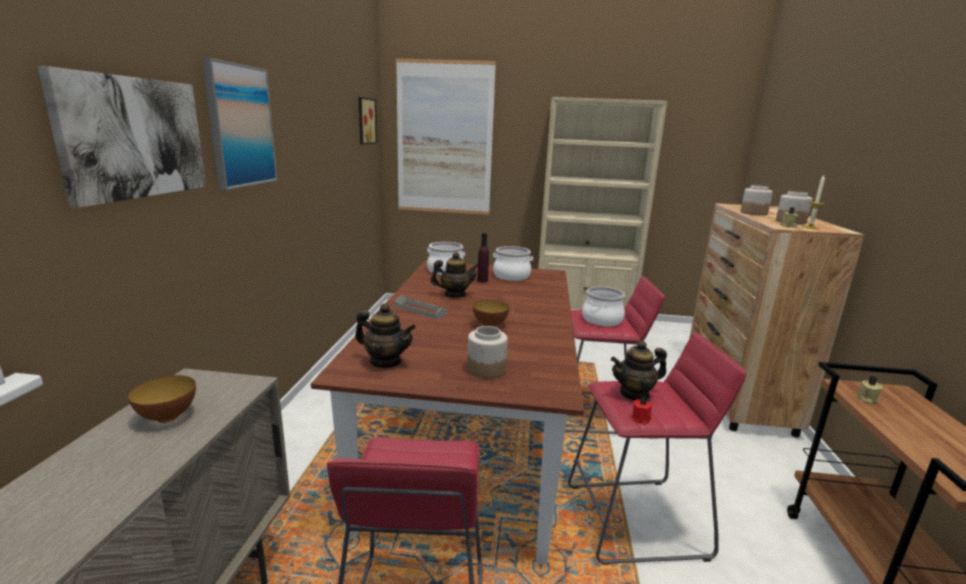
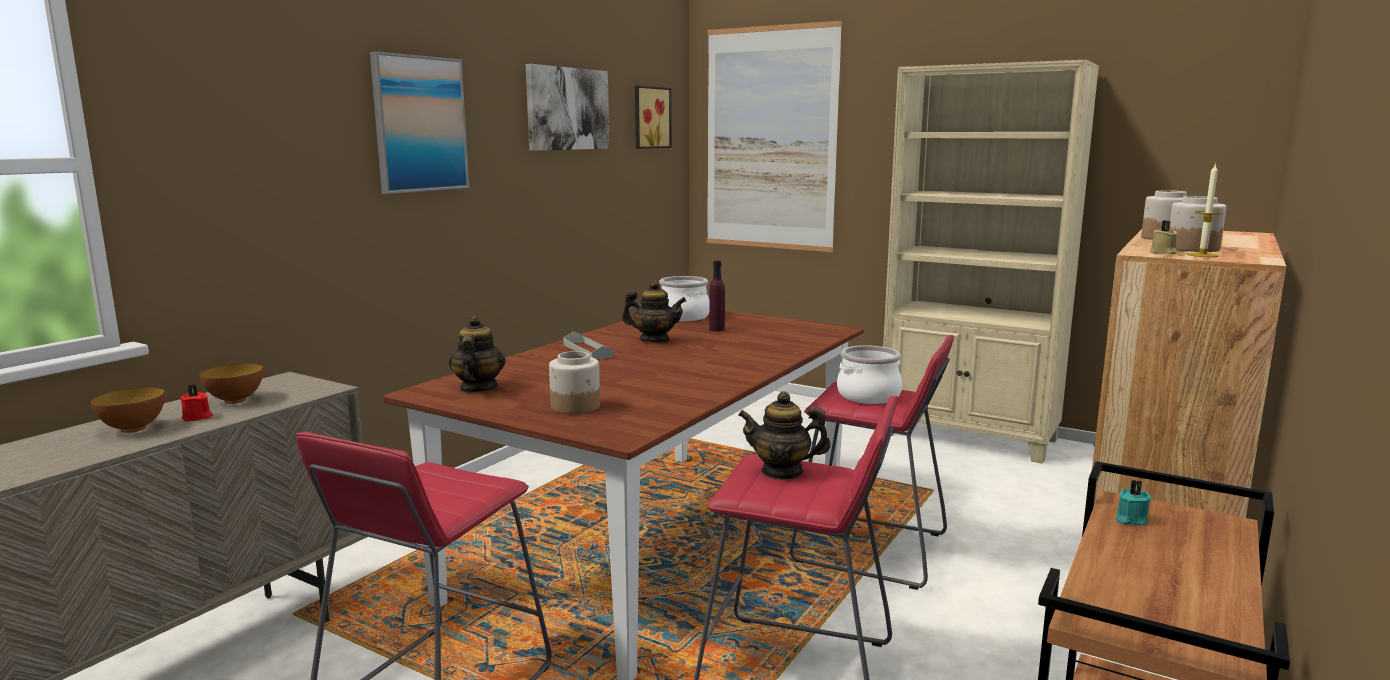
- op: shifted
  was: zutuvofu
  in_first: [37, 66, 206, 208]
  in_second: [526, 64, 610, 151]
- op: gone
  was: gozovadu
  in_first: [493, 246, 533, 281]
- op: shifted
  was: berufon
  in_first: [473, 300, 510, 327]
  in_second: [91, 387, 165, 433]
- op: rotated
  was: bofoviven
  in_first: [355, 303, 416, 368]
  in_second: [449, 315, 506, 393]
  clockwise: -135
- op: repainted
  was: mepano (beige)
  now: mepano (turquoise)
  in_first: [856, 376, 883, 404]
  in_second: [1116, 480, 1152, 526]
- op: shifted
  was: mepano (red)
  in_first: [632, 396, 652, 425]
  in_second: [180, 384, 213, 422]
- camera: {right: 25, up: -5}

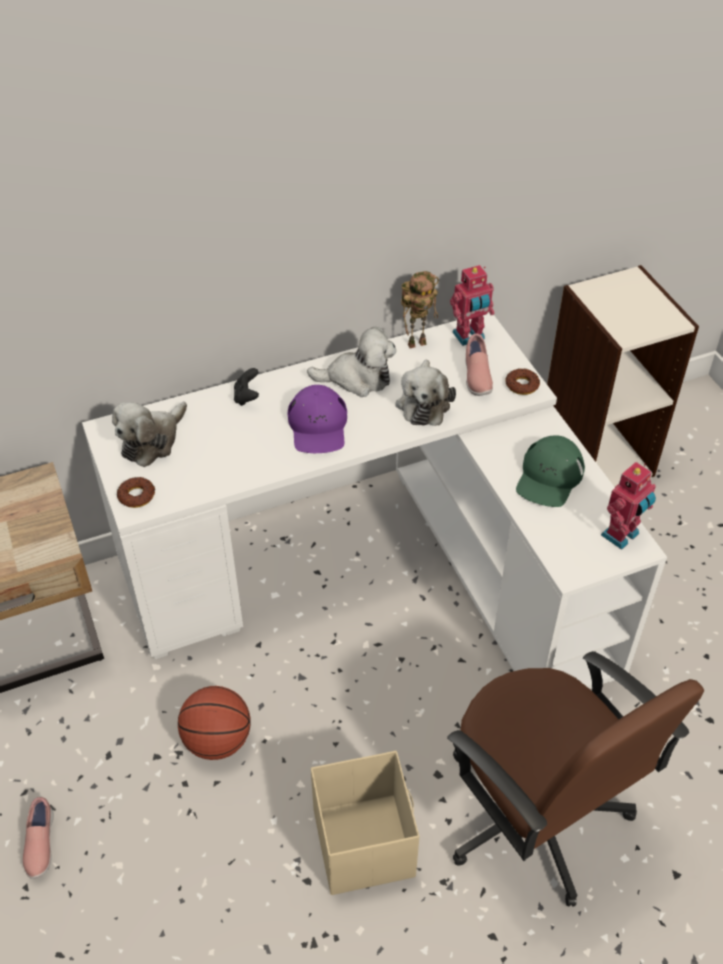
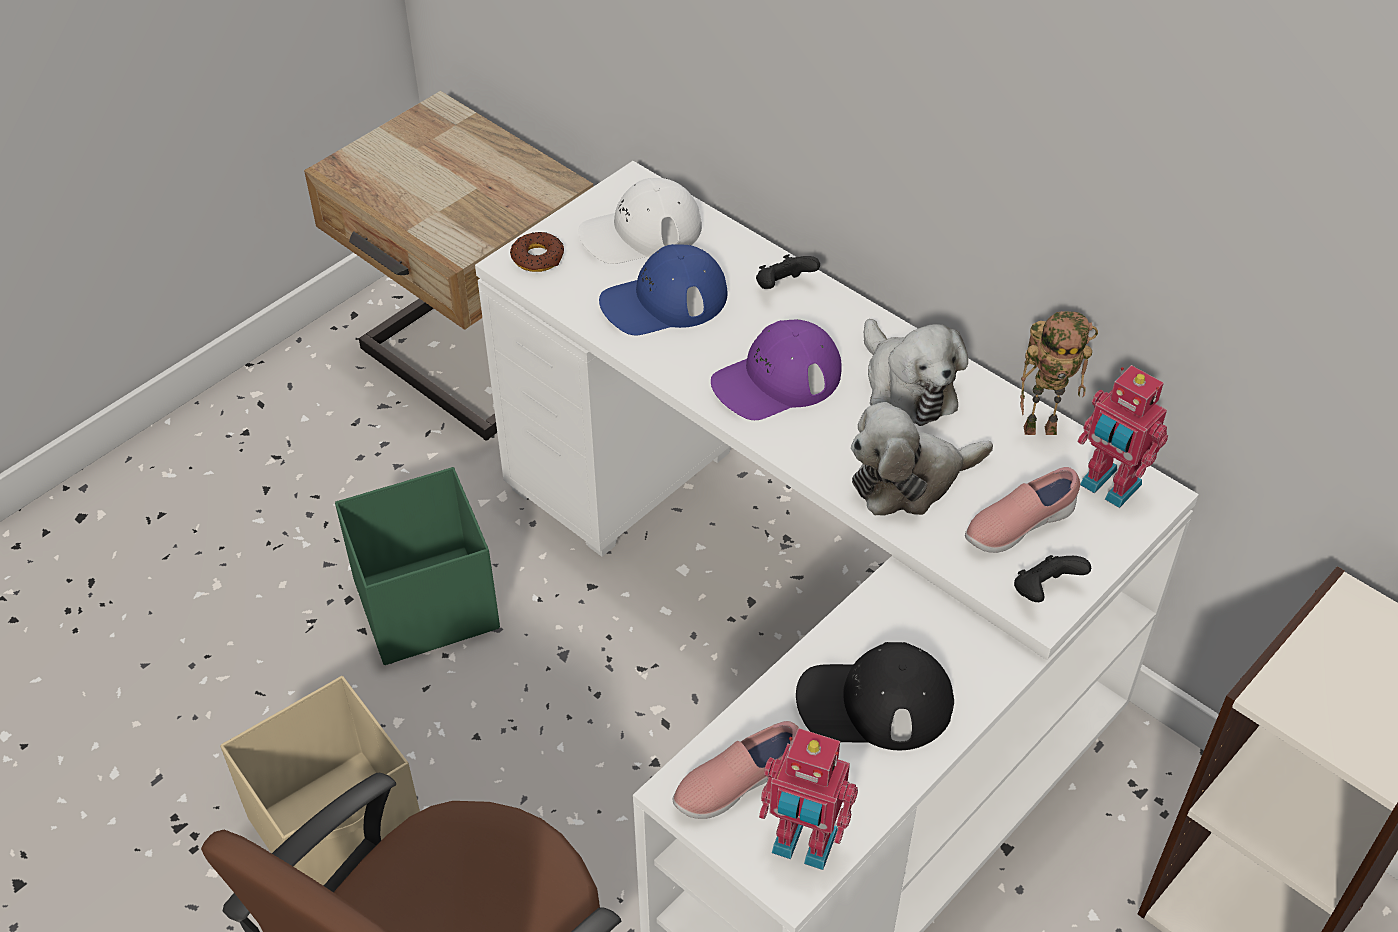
- op: rotated
  was: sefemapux
  in_first: [401, 271, 439, 348]
  in_second: [1020, 311, 1098, 435]
  clockwise: -45
- op: swapped
  was: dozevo
  now: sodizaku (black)
  in_first: [506, 369, 540, 395]
  in_second: [1014, 555, 1091, 602]
- op: swapped
  was: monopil
  now: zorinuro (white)
  in_first: [112, 401, 187, 467]
  in_second: [578, 178, 702, 264]
- op: repainted
  was: zorinuro (green)
  now: zorinuro (black)
  in_first: [516, 435, 585, 507]
  in_second: [796, 642, 954, 750]
- op: swapped
  was: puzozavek
  now: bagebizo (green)
  in_first: [178, 686, 251, 760]
  in_second: [335, 467, 500, 665]
- op: shifted
  was: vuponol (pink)
  in_first: [23, 797, 54, 879]
  in_second: [673, 721, 799, 819]
- op: new
  now: zorinuro (blue)
  in_second: [599, 244, 727, 335]
- camera: {right: 65, up: 0}

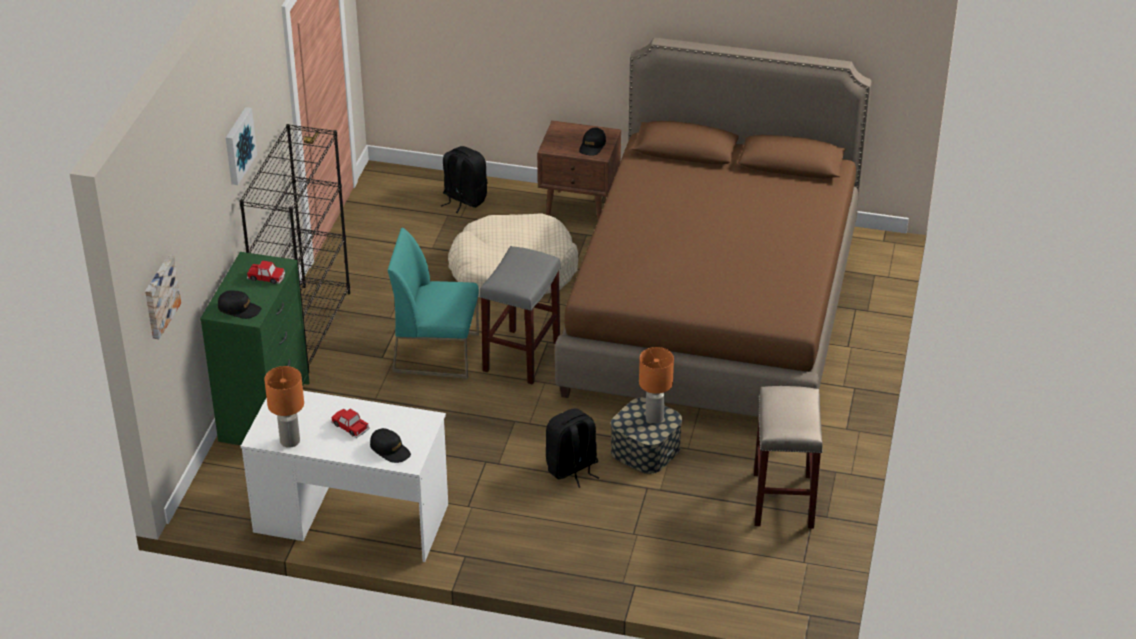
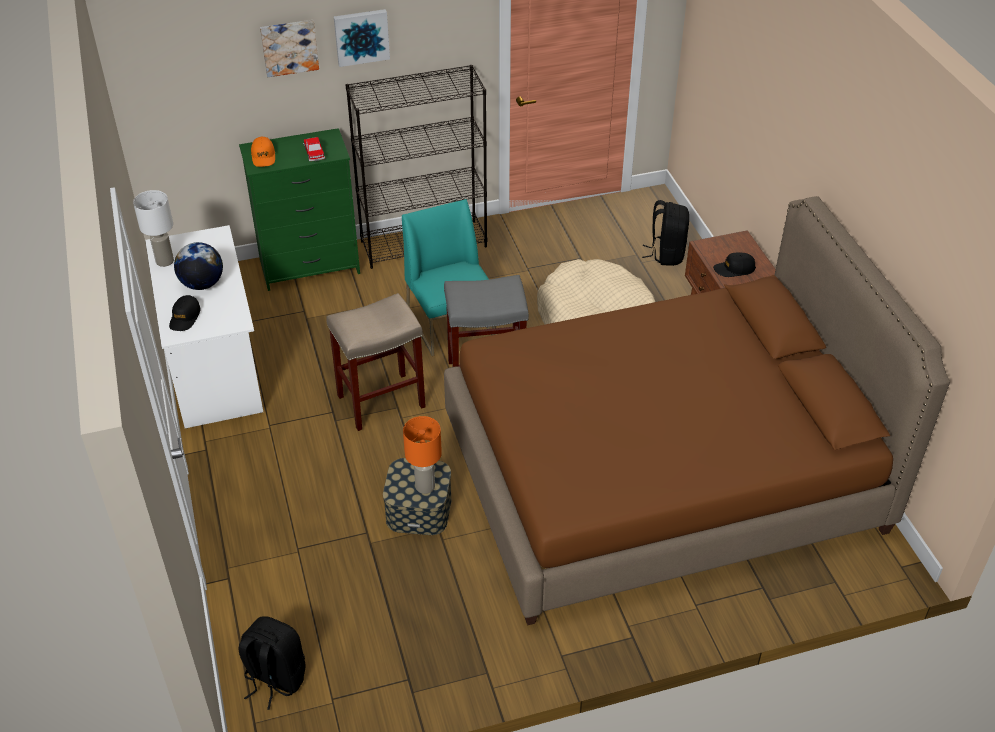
- op: shifted
  was: zutuvofu
  in_first: [145, 255, 181, 339]
  in_second: [260, 20, 319, 77]
- op: repainted
  was: zorinuro (black)
  now: zorinuro (orange)
  in_first: [218, 290, 262, 319]
  in_second: [251, 137, 275, 167]
- op: repainted
  was: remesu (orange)
  now: remesu (white)
  in_first: [264, 366, 304, 448]
  in_second: [133, 190, 174, 267]
- op: shifted
  was: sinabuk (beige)
  in_first: [754, 386, 823, 528]
  in_second: [326, 293, 426, 431]
- op: shifted
  was: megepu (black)
  in_first: [546, 408, 600, 488]
  in_second: [238, 616, 306, 710]
- op: swapped
  was: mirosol
  now: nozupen
  in_first: [331, 409, 370, 438]
  in_second: [174, 242, 223, 290]
- camera: {right: 60, up: 5}

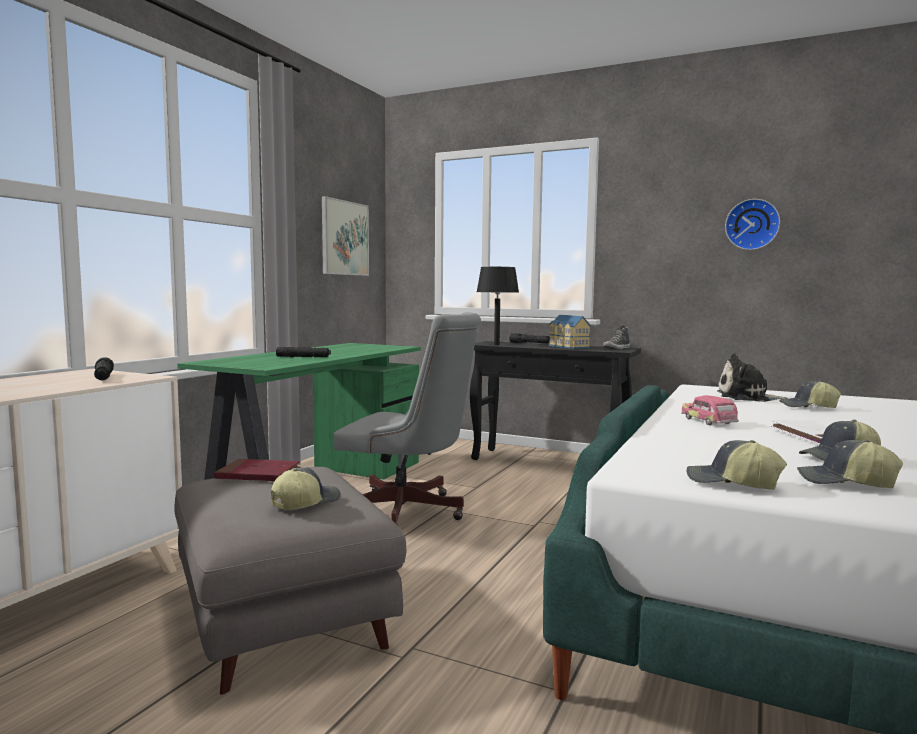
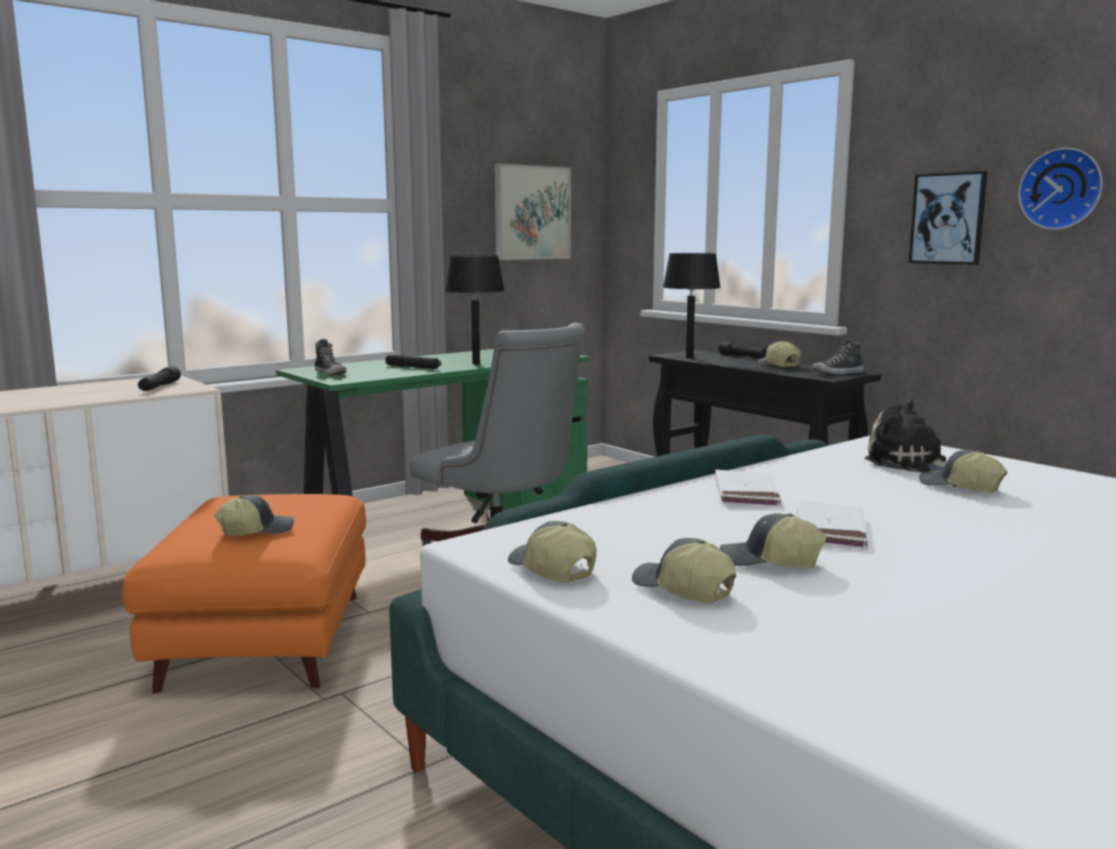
- op: swapped
  was: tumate
  now: zorinuro
  in_first: [549, 315, 591, 349]
  in_second: [758, 341, 801, 367]
- op: swapped
  was: mirosol
  now: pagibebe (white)
  in_first: [681, 395, 739, 426]
  in_second: [714, 470, 782, 507]
- op: gone
  was: pagibebe (red)
  in_first: [214, 459, 300, 481]
- op: repainted
  was: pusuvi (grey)
  now: pusuvi (orange)
  in_first: [174, 467, 406, 695]
  in_second: [122, 494, 366, 693]
- op: new
  now: zutuvofu
  in_second: [909, 171, 988, 265]
- op: new
  now: remesu (black)
  in_second: [445, 255, 505, 365]
- op: new
  now: vuponol
  in_second: [314, 339, 347, 375]
- camera: {right: 25, up: 5}

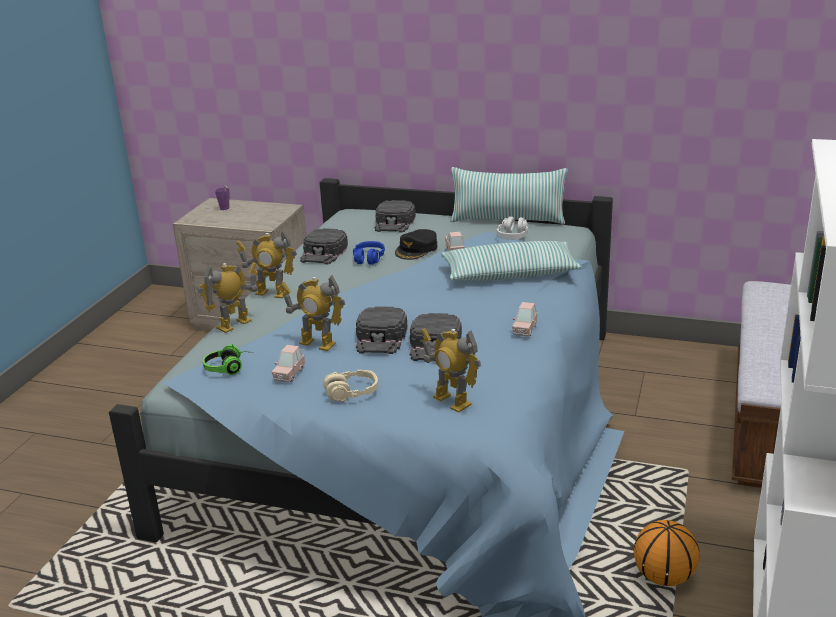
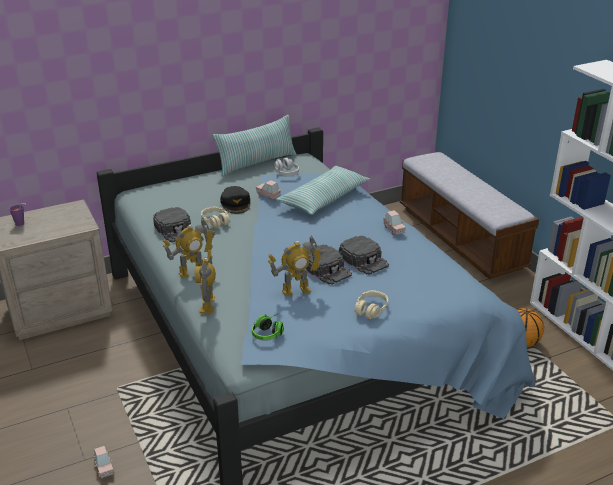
- op: gone
  was: zorinuro (black)
  in_first: [374, 200, 416, 233]
- op: repainted
  was: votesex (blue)
  now: votesex (beige)
  in_first: [353, 241, 385, 265]
  in_second: [201, 207, 230, 228]
- op: gone
  was: sefemapux
  in_first: [421, 328, 481, 413]
- op: shifted
  was: mirosol (pink)
  in_first: [272, 345, 305, 383]
  in_second: [93, 446, 114, 478]
- camera: {right: -45, up: 5}

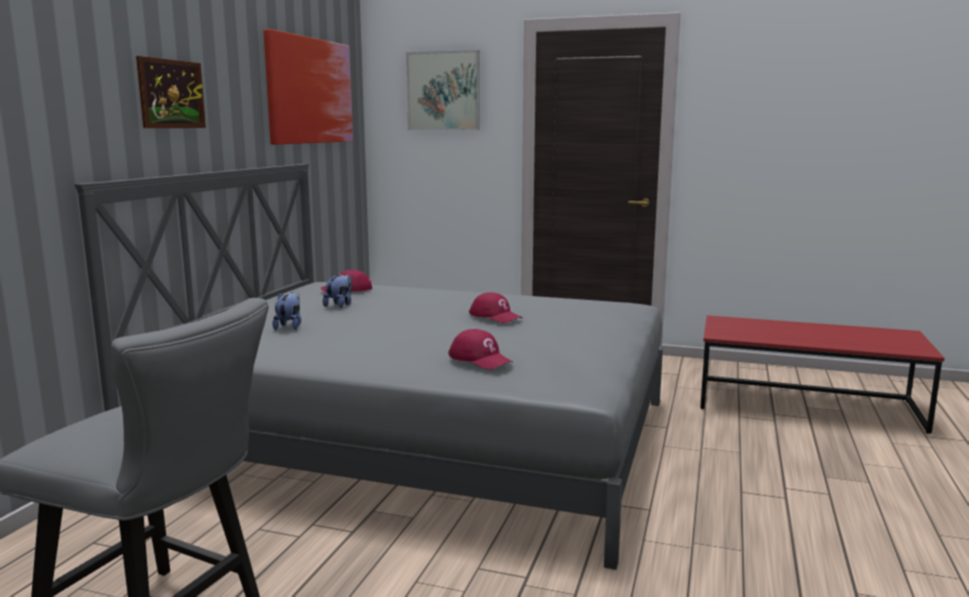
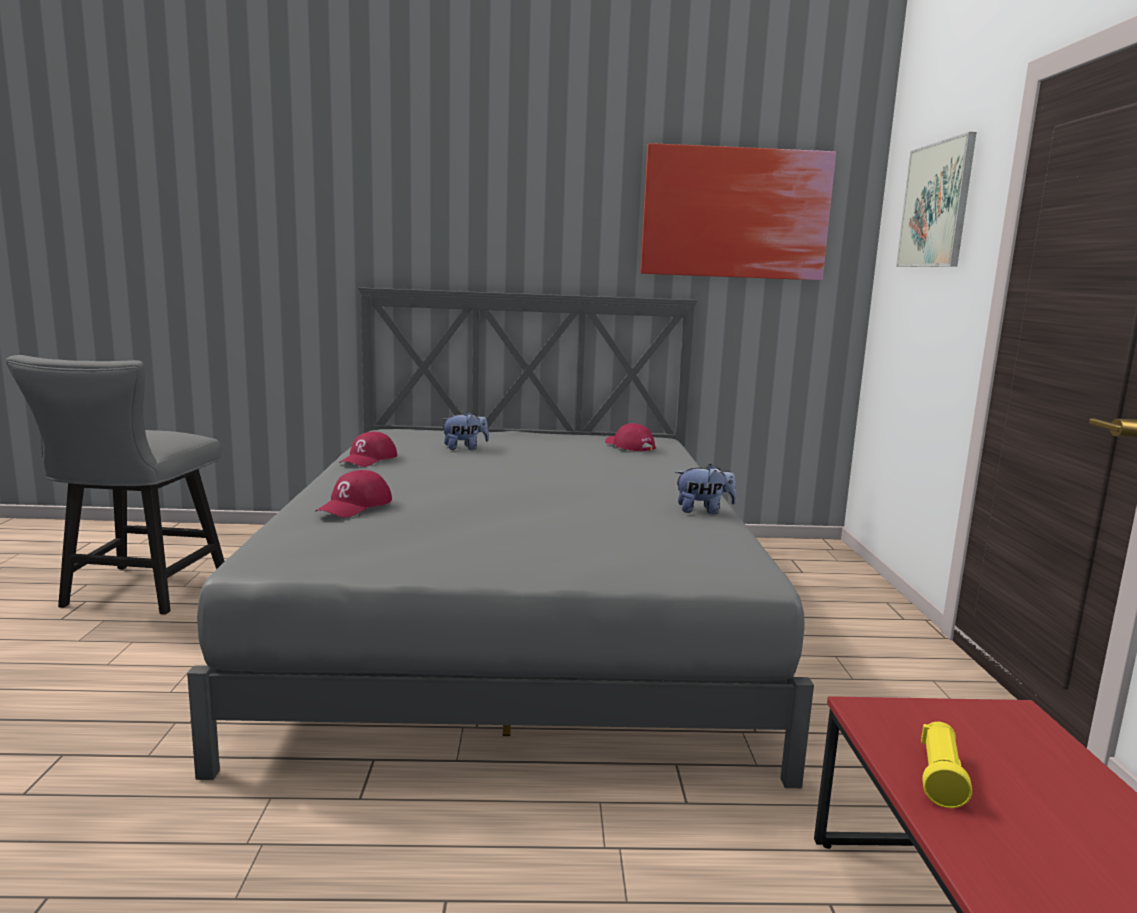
- op: gone
  was: zutuvofu
  in_first: [136, 56, 206, 128]
- op: shifted
  was: monopil
  in_first: [323, 274, 352, 308]
  in_second: [675, 464, 737, 514]
- op: shifted
  was: zorinuro (red)
  in_first: [469, 292, 522, 323]
  in_second: [339, 432, 397, 467]
- op: new
  now: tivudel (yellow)
  in_second: [921, 722, 972, 808]
- camera: {right: 70, up: 0}

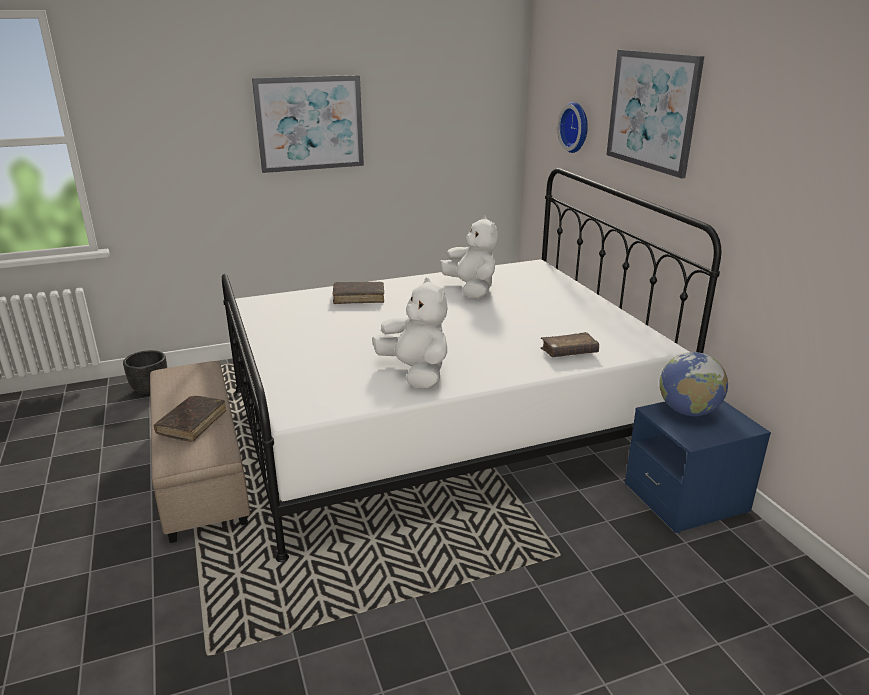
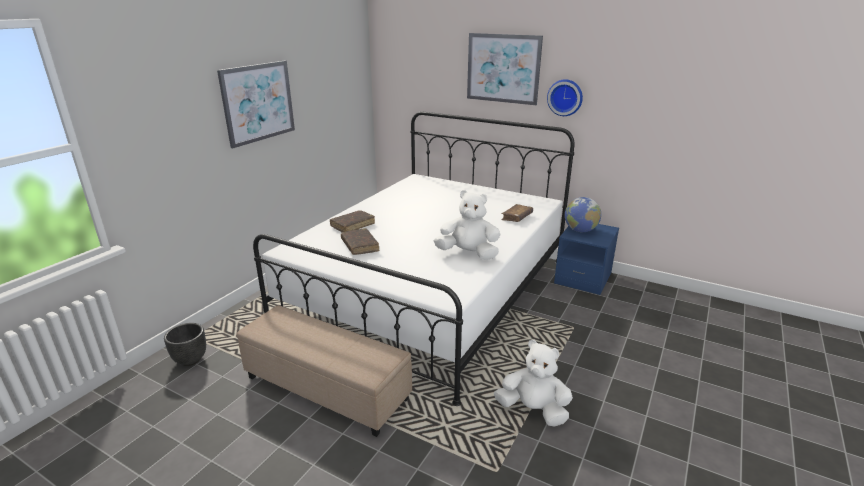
- op: shifted
  was: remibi
  in_first: [558, 102, 588, 153]
  in_second: [547, 79, 583, 116]
- op: shifted
  was: monopil (white)
  in_first: [440, 216, 498, 299]
  in_second: [494, 340, 573, 427]
- op: shifted
  was: pagibebe (brown)
  in_first: [153, 396, 226, 442]
  in_second: [341, 228, 379, 255]
- camera: {right: -40, up: 0}

